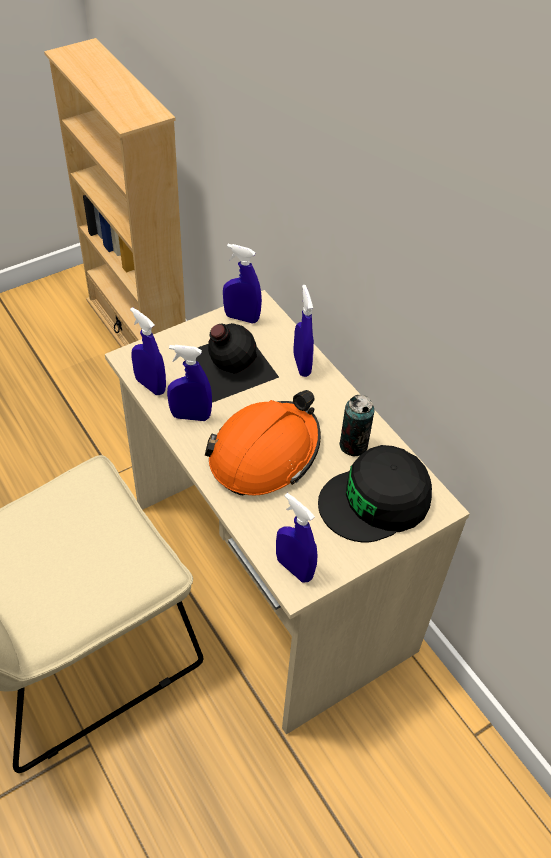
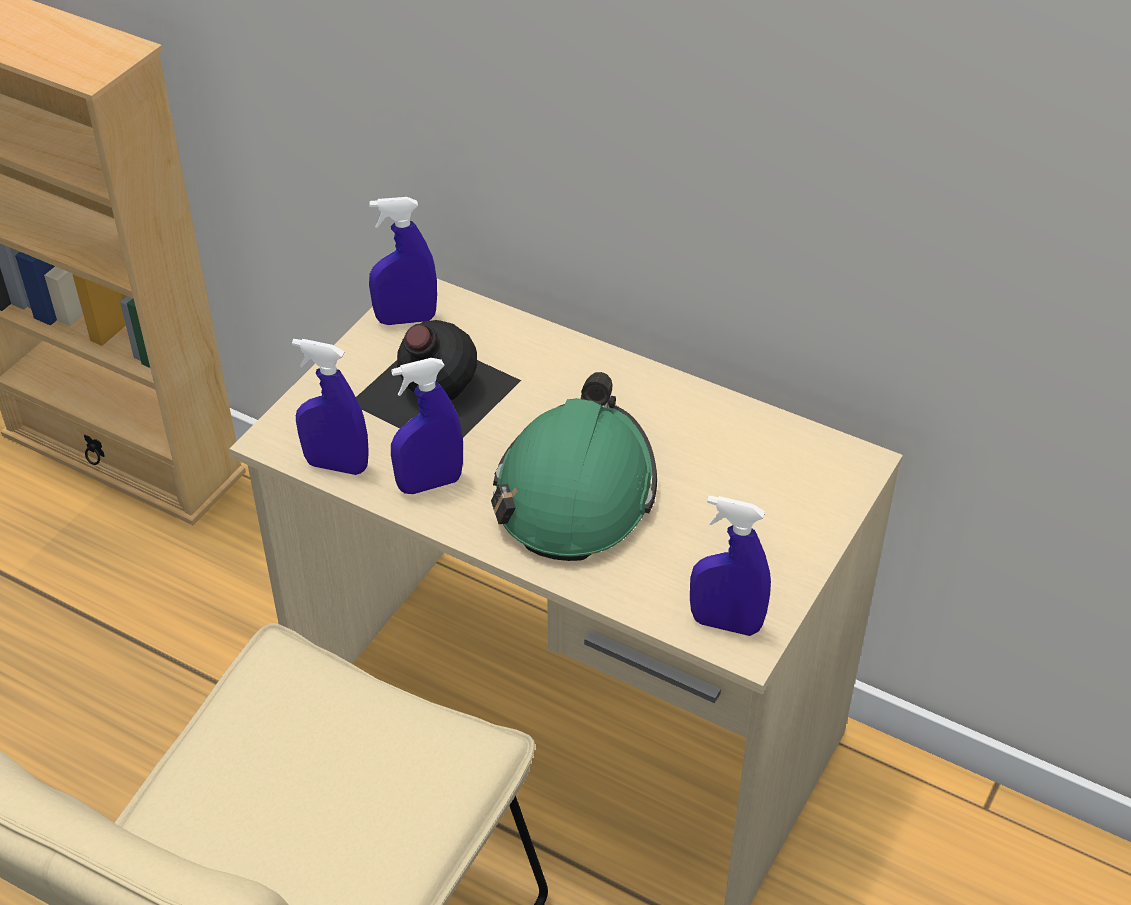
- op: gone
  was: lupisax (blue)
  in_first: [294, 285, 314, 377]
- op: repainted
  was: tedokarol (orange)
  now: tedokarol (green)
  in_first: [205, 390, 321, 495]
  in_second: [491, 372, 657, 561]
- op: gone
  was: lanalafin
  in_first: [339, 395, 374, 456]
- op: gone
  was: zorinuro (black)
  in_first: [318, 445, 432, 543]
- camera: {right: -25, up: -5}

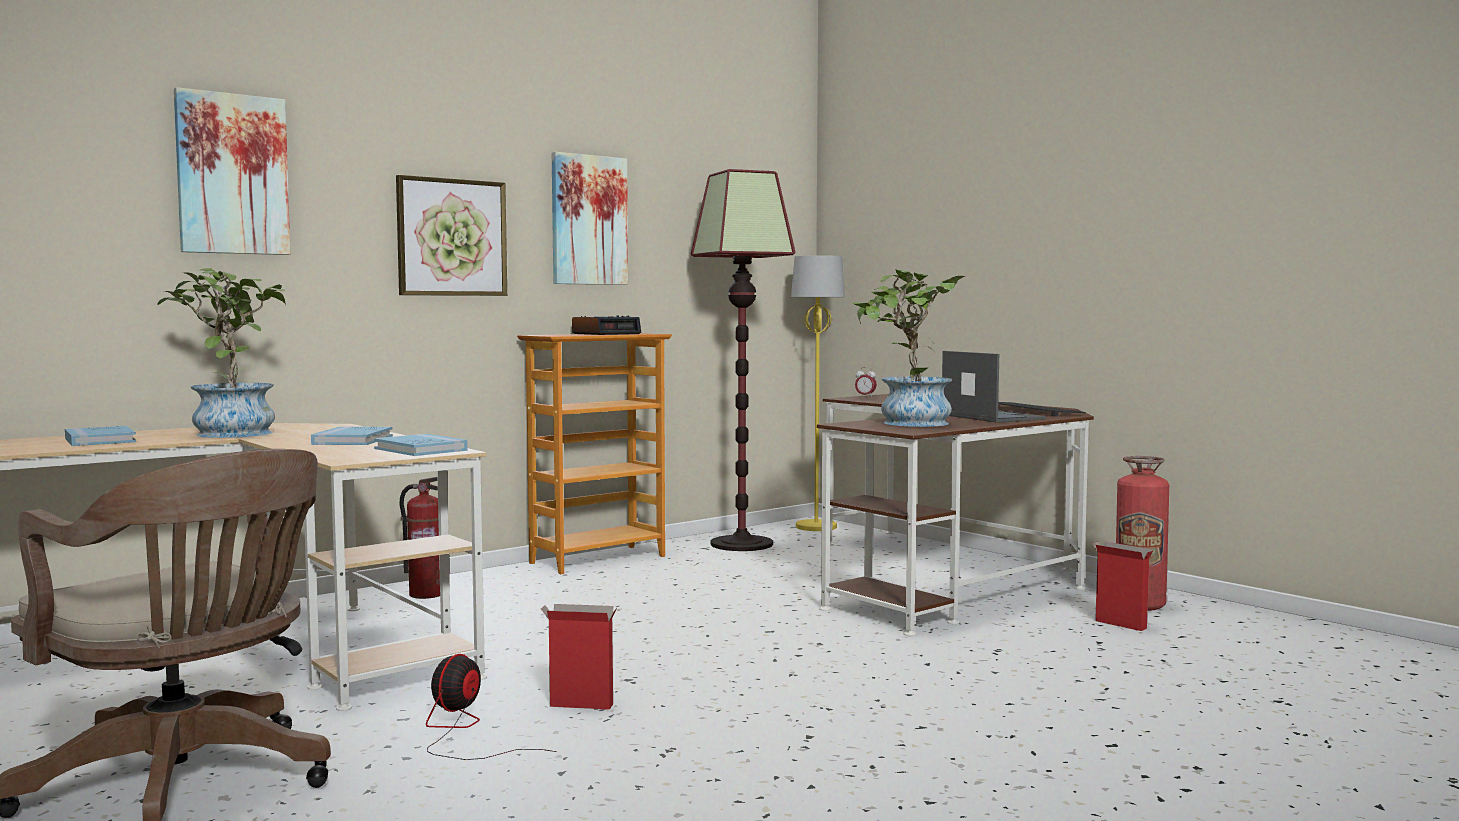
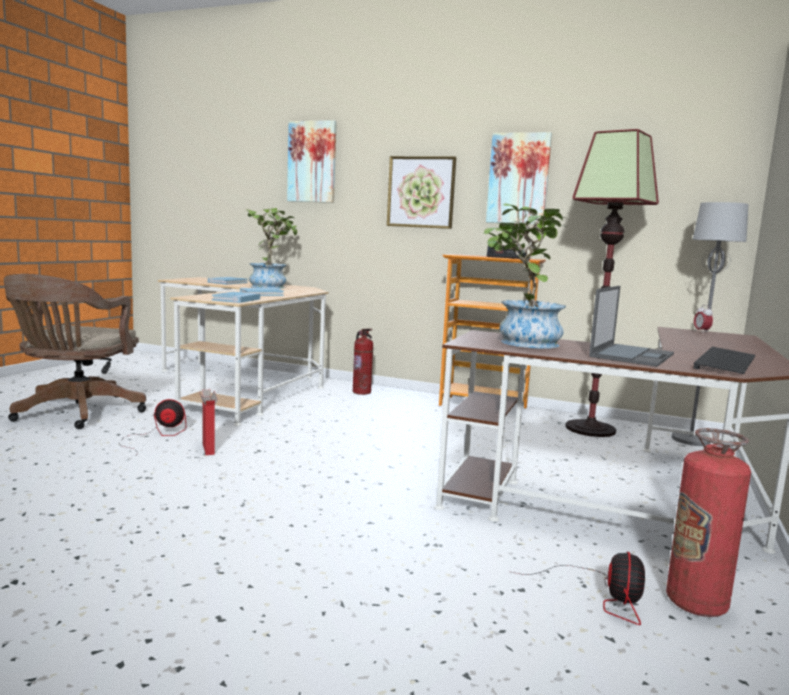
- op: repainted
  was: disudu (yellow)
  now: disudu (grey)
  in_first: [791, 255, 845, 531]
  in_second: [672, 202, 749, 446]
- op: swapped
  was: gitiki
  now: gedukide
  in_first: [1092, 541, 1154, 631]
  in_second: [512, 552, 645, 625]
- camera: {right: 60, up: 5}

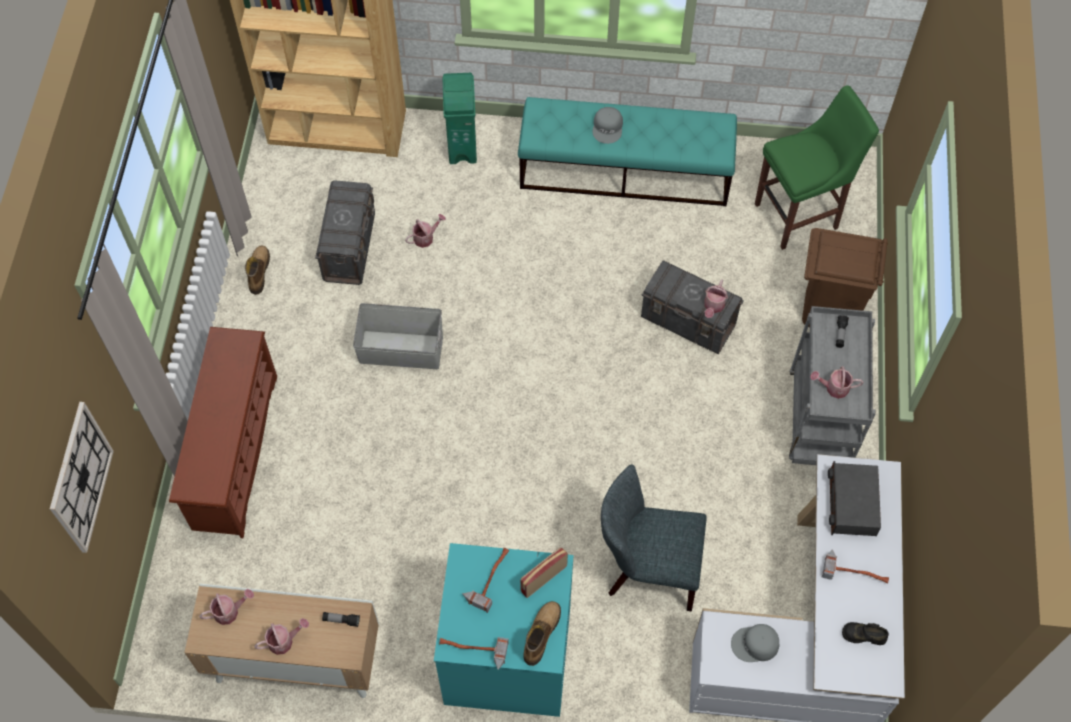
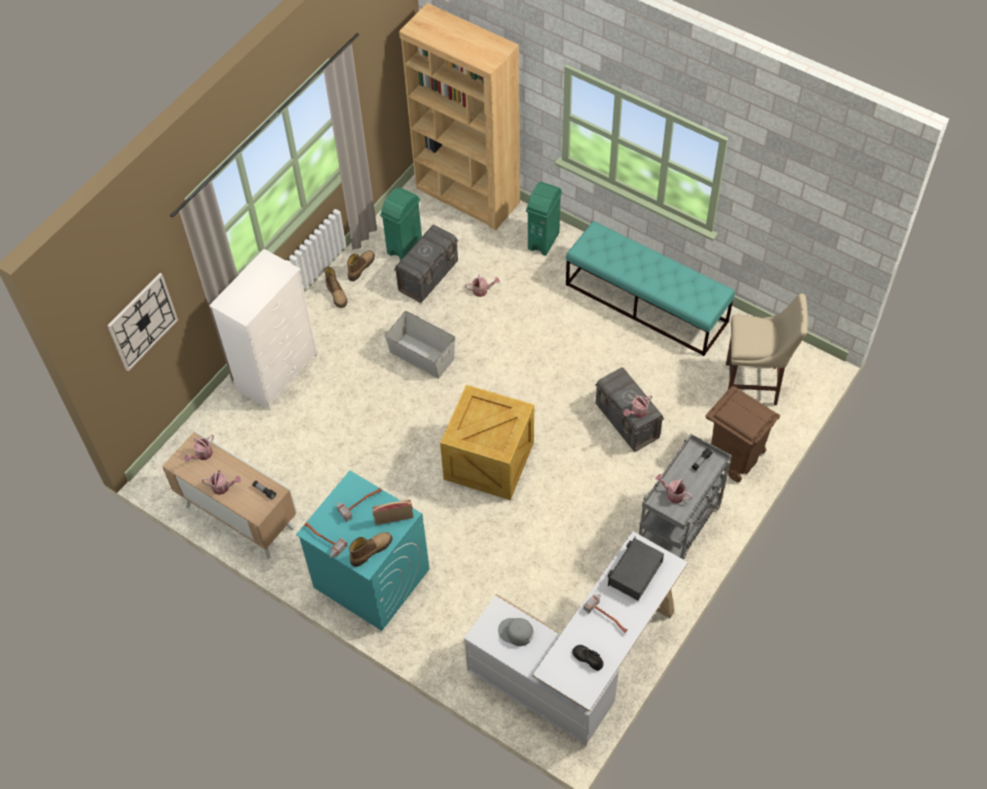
- op: repainted
  was: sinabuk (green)
  now: sinabuk (beige)
  in_first: [755, 85, 879, 250]
  in_second: [726, 294, 808, 405]
- op: gone
  was: zorinuro (grey)
  in_first: [593, 107, 623, 144]
- op: swapped
  was: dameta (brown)
  now: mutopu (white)
  in_first: [169, 327, 277, 538]
  in_second: [209, 249, 318, 409]
- op: gone
  was: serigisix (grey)
  in_first: [601, 464, 707, 612]
- op: rotated
  was: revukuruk
  in_first: [199, 589, 254, 625]
  in_second: [184, 435, 214, 462]
  clockwise: 120
- op: new
  now: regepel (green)
  in_second: [380, 188, 422, 260]
- op: new
  now: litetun
  in_second: [324, 266, 347, 308]
- op: new
  now: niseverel
  in_second: [440, 385, 534, 500]
- camera: {right: 30, up: -5}

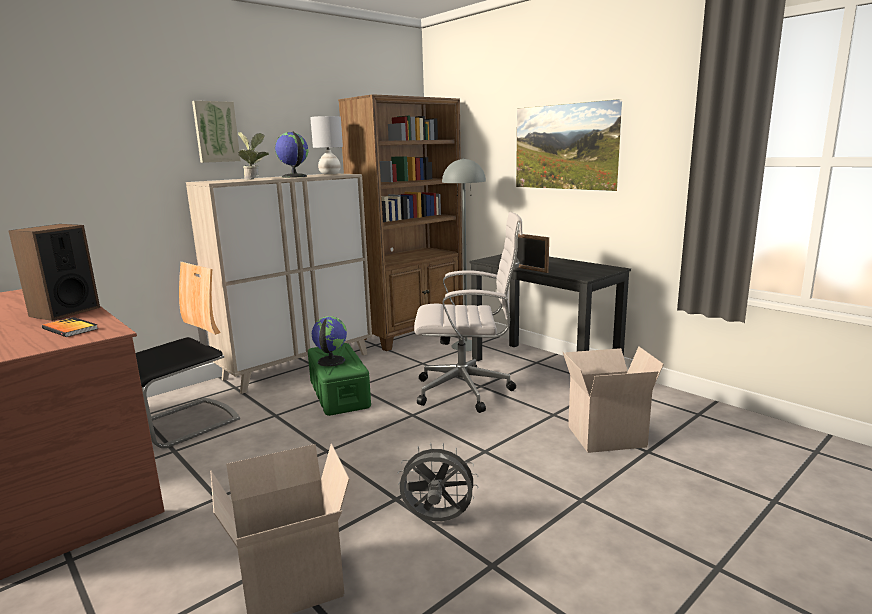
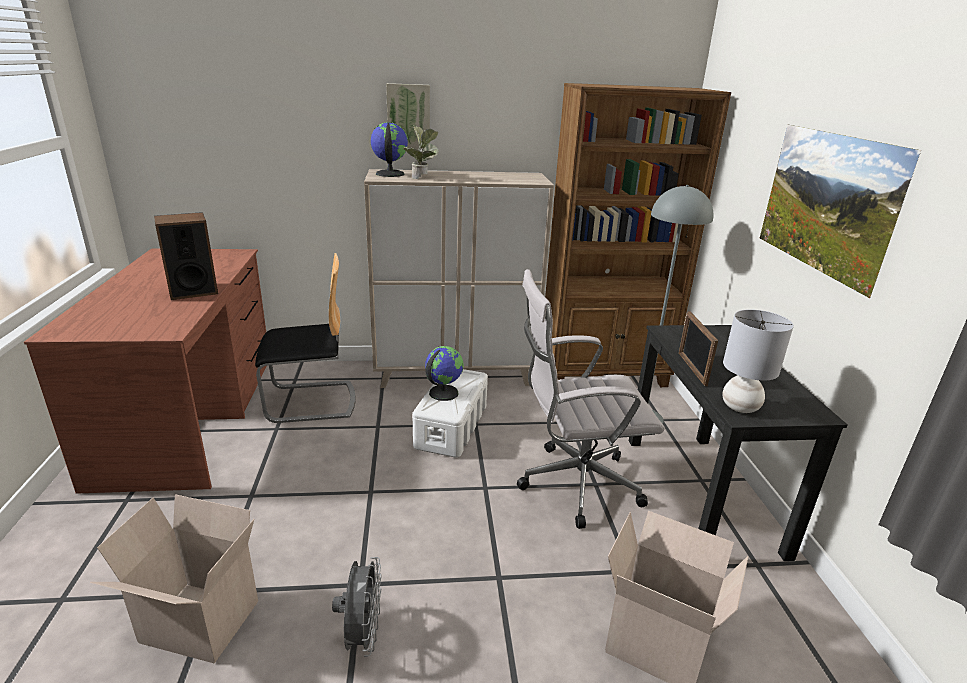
- op: shifted
  was: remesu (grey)
  in_first: [310, 116, 343, 175]
  in_second: [723, 309, 794, 413]
- op: shifted
  was: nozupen
  in_first: [275, 132, 309, 178]
  in_second: [371, 122, 408, 177]
- op: rotated
  was: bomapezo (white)
  in_first: [414, 212, 523, 413]
  in_second: [517, 269, 665, 529]
  clockwise: 135
- op: gone
  was: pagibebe
  in_first: [42, 317, 98, 337]
- op: repainted
  was: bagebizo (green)
  now: bagebizo (white)
  in_first: [308, 343, 371, 416]
  in_second: [413, 369, 488, 458]
- op: rotated
  was: gedukide (grey)
  in_first: [397, 443, 478, 521]
  in_second: [332, 557, 382, 657]
  clockwise: 45
- camera: {right: 35, up: 10}

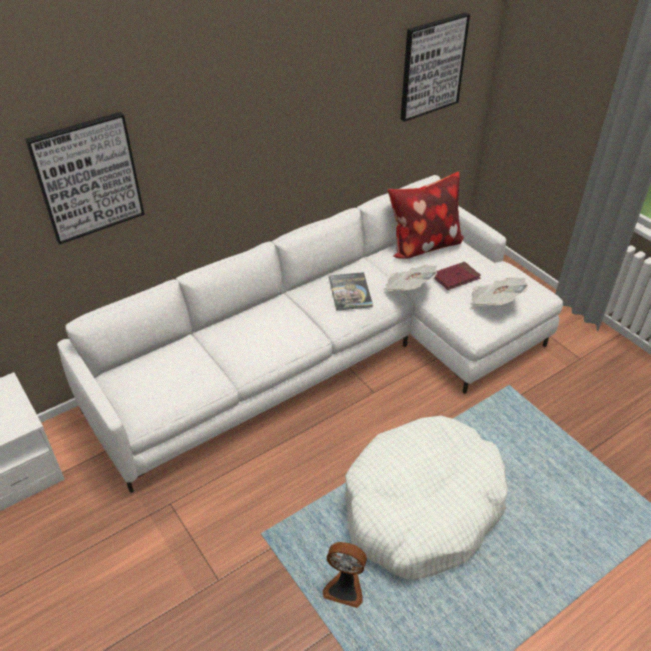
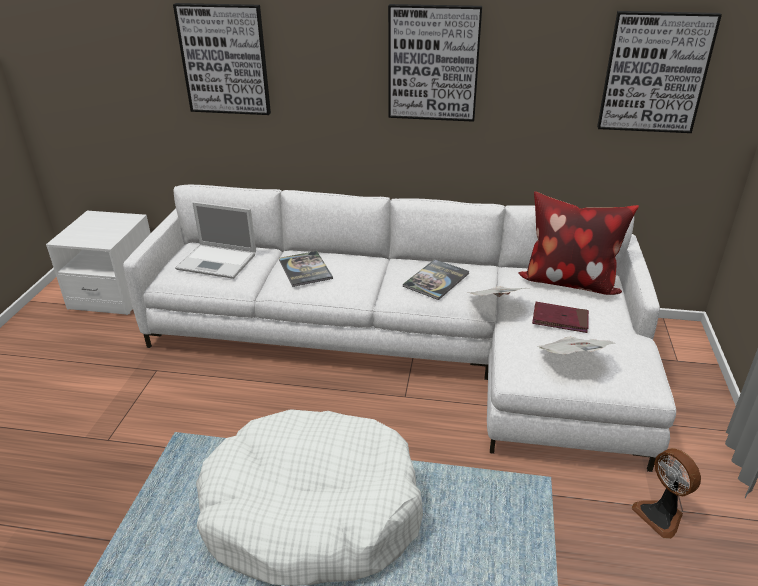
- op: shifted
  was: gedukide
  in_first: [323, 542, 367, 608]
  in_second: [631, 448, 701, 539]
- op: new
  now: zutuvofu
  in_second: [388, 4, 482, 122]
- op: new
  now: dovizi
  in_second: [175, 202, 256, 279]
- op: new
  now: pagibebe
  in_second: [279, 251, 333, 287]
- camera: {right: 45, up: -10}

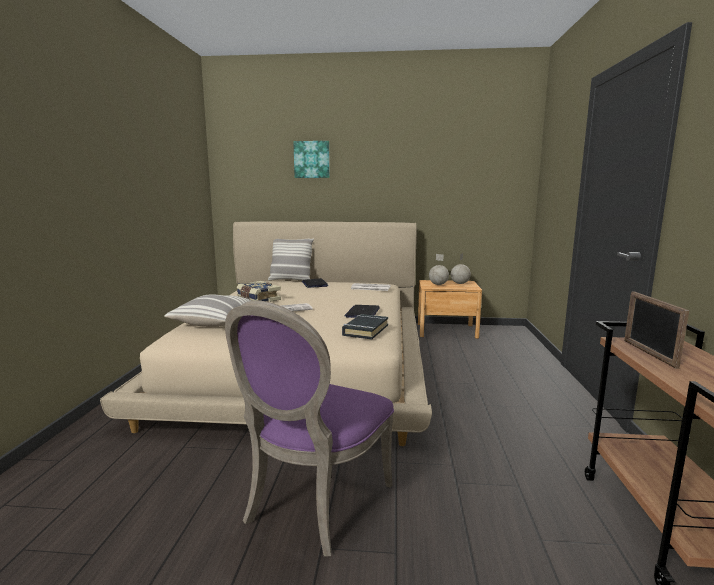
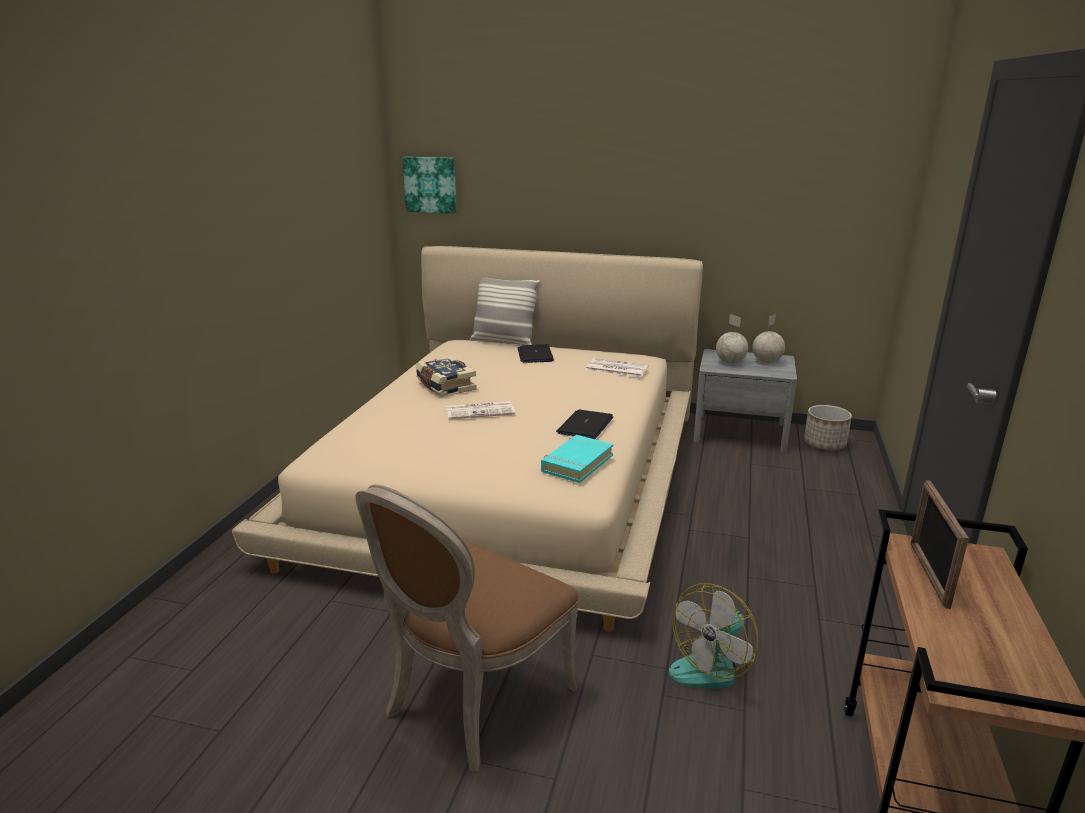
- op: shifted
  was: zutuvofu
  in_first: [293, 141, 330, 178]
  in_second: [402, 157, 457, 214]
- op: repainted
  was: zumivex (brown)
  now: zumivex (grey)
  in_first: [418, 280, 482, 339]
  in_second: [693, 349, 797, 452]
- op: gone
  was: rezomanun
  in_first: [164, 294, 252, 327]
- op: repainted
  was: serigisix (purple)
  now: serigisix (brown)
  in_first: [225, 301, 394, 557]
  in_second: [355, 484, 579, 772]
- op: repainted
  was: pagibebe (black)
  now: pagibebe (turquoise)
  in_first: [342, 314, 388, 339]
  in_second: [541, 435, 613, 483]
- op: new
  now: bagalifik
  in_second: [804, 405, 852, 450]
- op: new
  now: gedukide
  in_second: [669, 583, 758, 689]
- camera: {right: 10, up: 10}

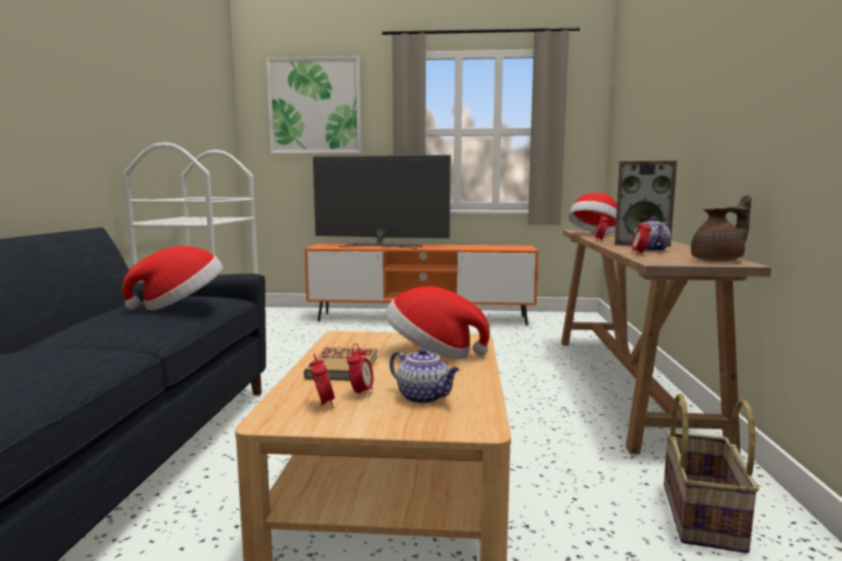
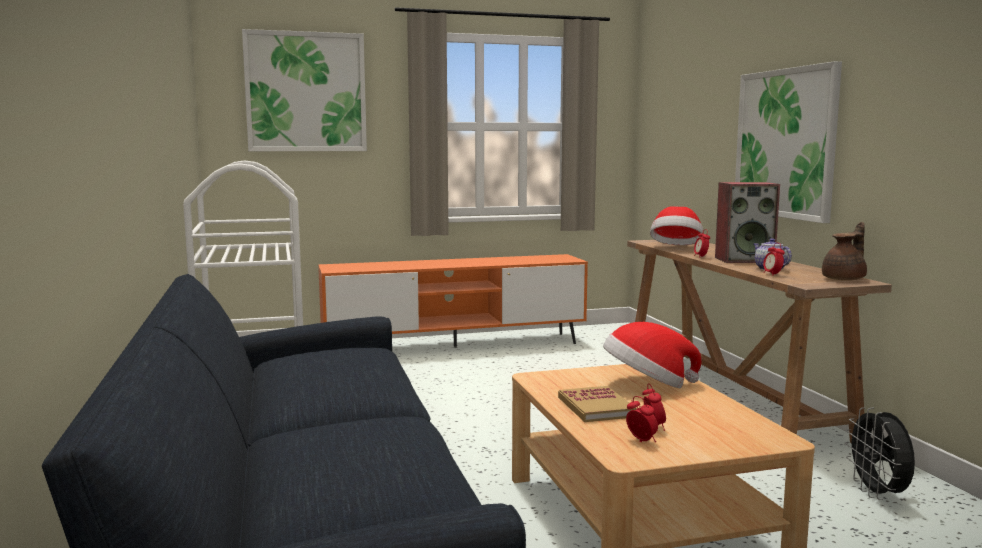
- op: gone
  was: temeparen
  in_first: [313, 155, 451, 249]
- op: gone
  was: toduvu
  in_first: [122, 246, 223, 310]
- op: gone
  was: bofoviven
  in_first: [390, 347, 459, 404]
- op: swapped
  was: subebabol
  now: gedukide (black)
  in_first: [664, 394, 759, 553]
  in_second: [845, 407, 915, 500]
- op: new
  now: zutuvofu
  in_second: [735, 61, 842, 223]
- camera: {right: -20, up: 0}

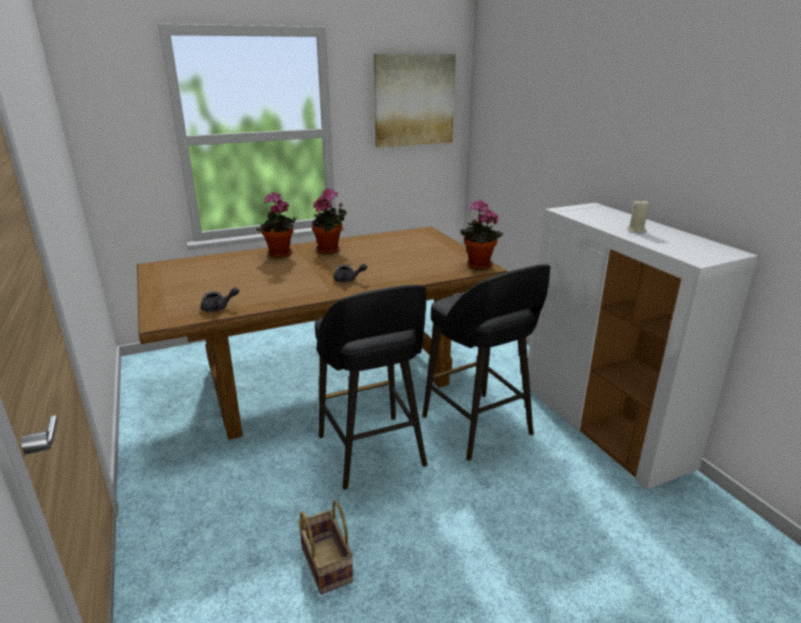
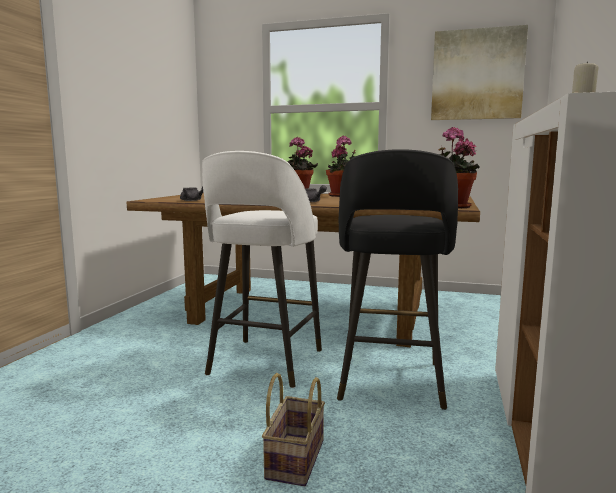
- op: repainted
  was: sinabuk (black)
  now: sinabuk (white)
  in_first: [315, 285, 427, 490]
  in_second: [202, 151, 322, 388]
- op: shifted
  was: subebabol
  in_first: [298, 500, 353, 595]
  in_second: [262, 373, 325, 486]
- camera: {right: 40, up: -15}

